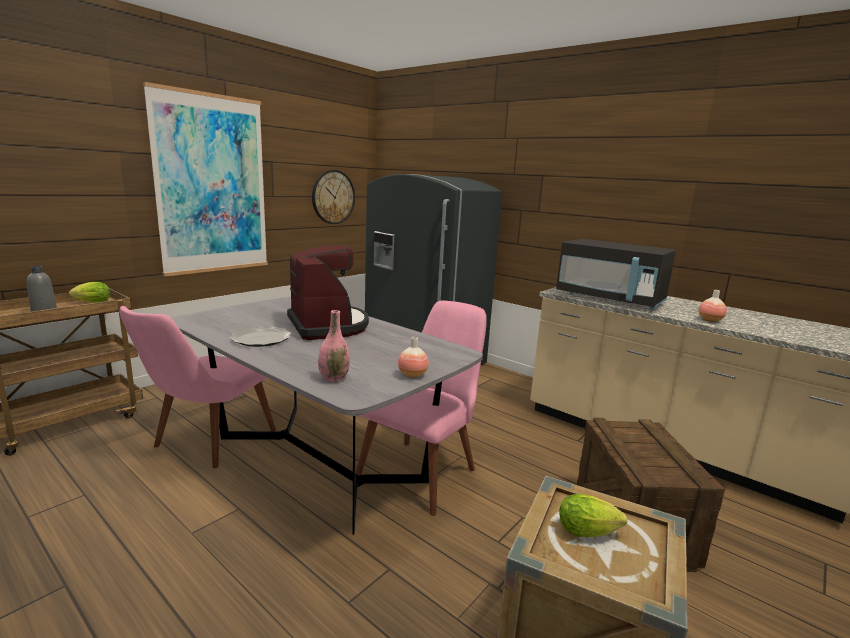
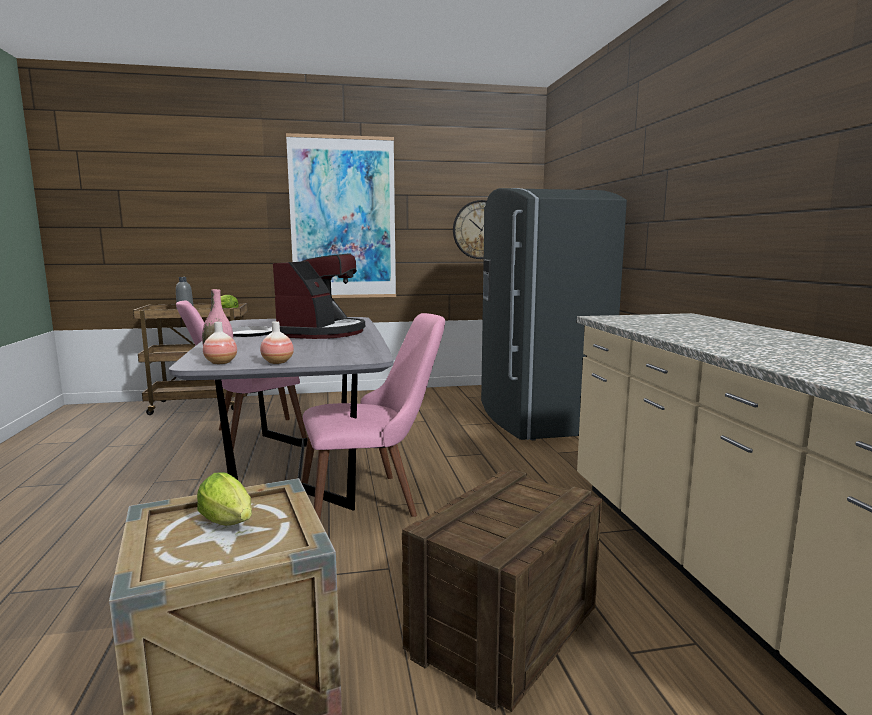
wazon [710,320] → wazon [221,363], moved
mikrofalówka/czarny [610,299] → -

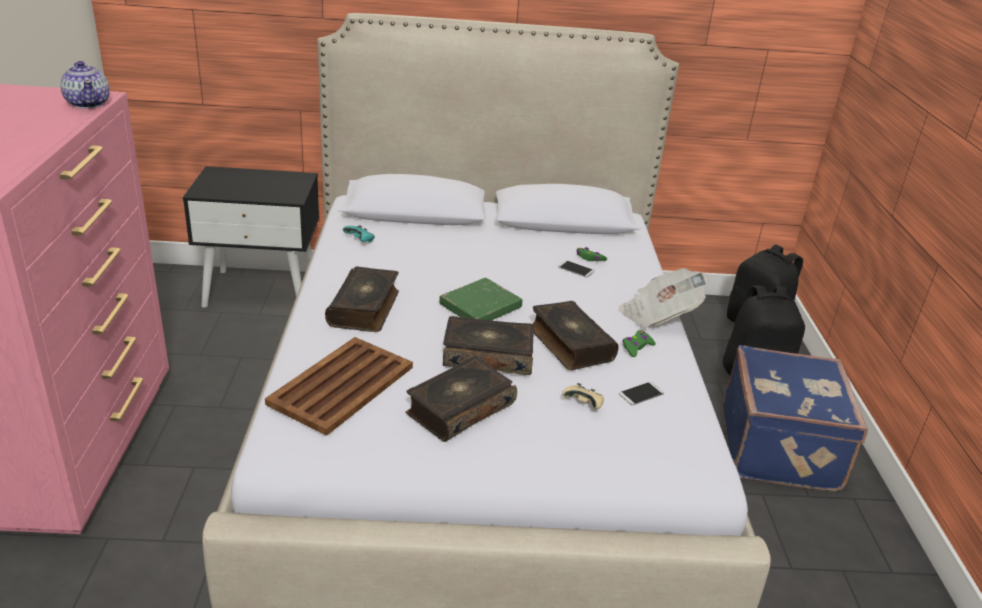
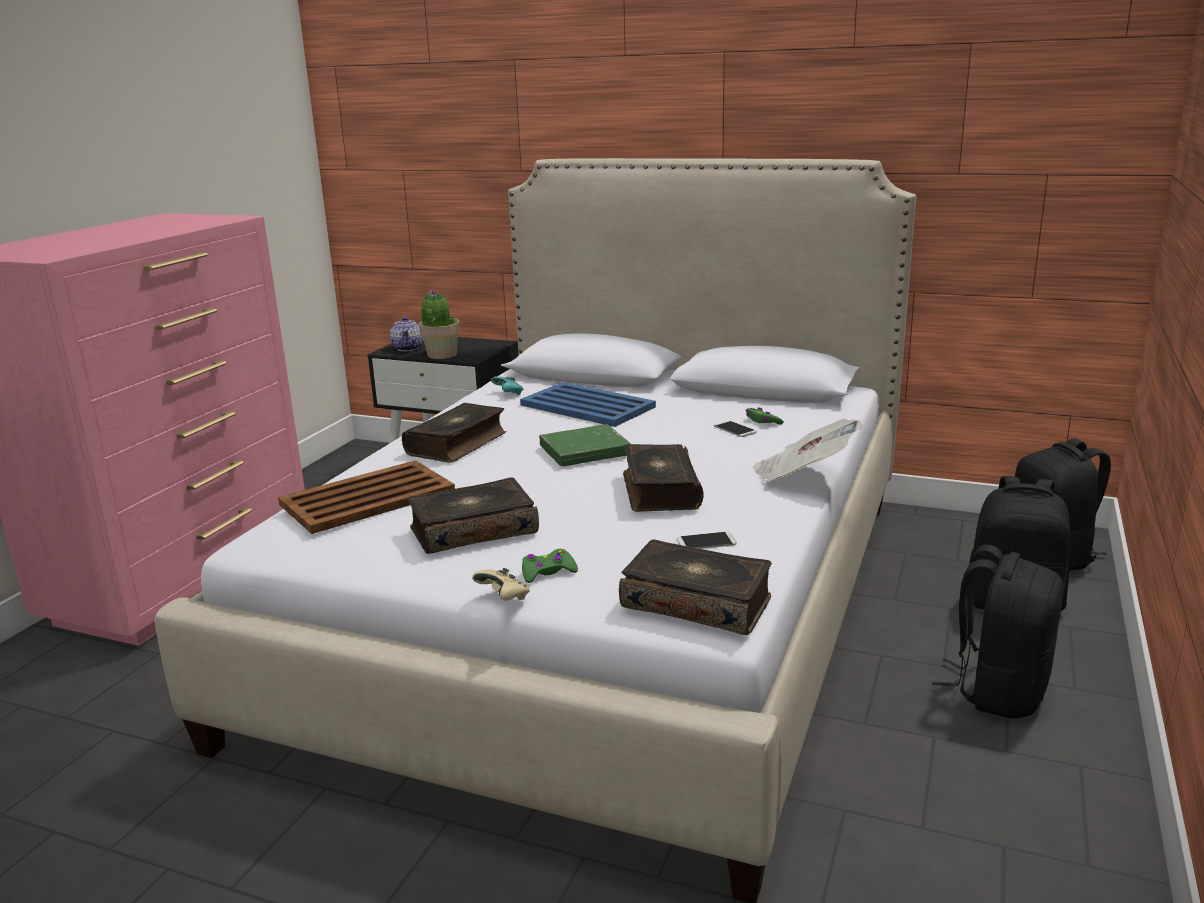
imbryk [88,103] → imbryk [408,348], moved
- → roślina doniczkowa [441,355]
pad do gier/beżowy [583,405] → pad do gier/beżowy [504,598], moved
- → taca/niebieski [586,406]
pad do gier/zielony [636,347] → pad do gier/zielony [547,572], moved
książka [488,356] → książka [697,602], moved
walizka/niebieski [780,448] → plecak/czarny [998,690]

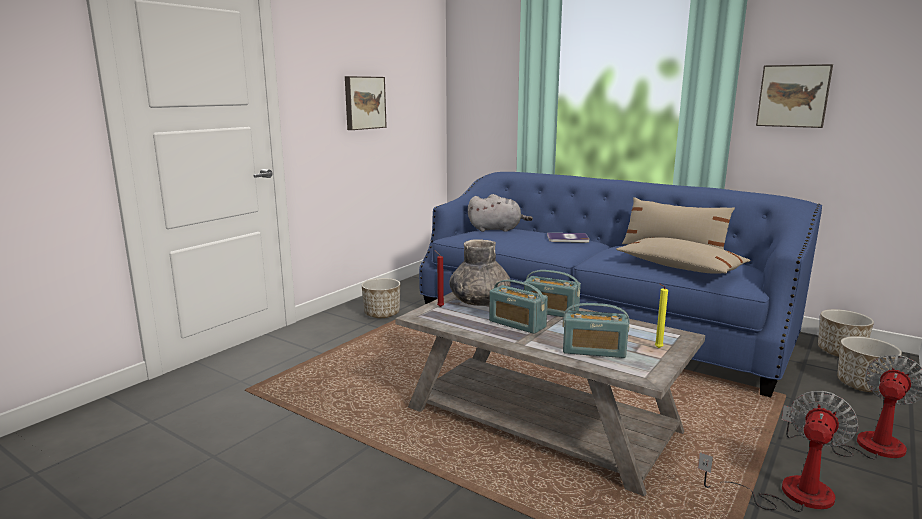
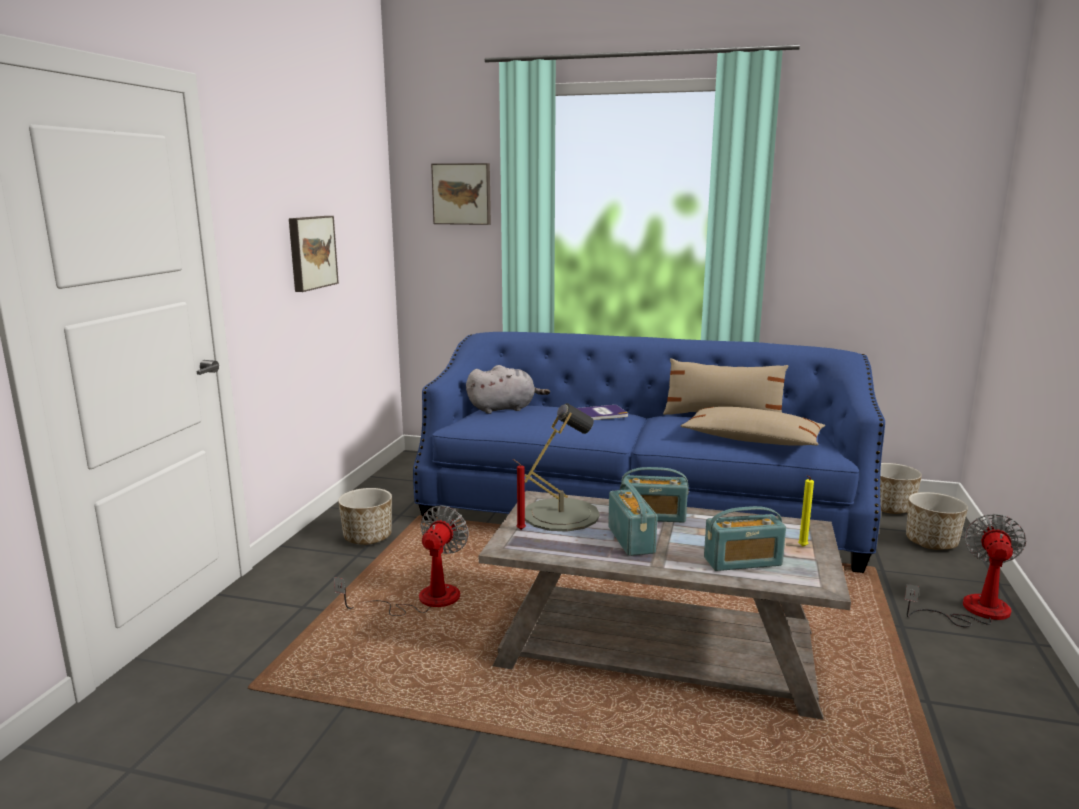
wentylator [789,493] → wentylator [423,600], moved
obraz [793,96] → obraz [462,194], moved
wazon/szary [479,301] → lampa stołowa/szary [561,514]
radio [517,324] → radio [631,540], 120 degrees counterclockwise

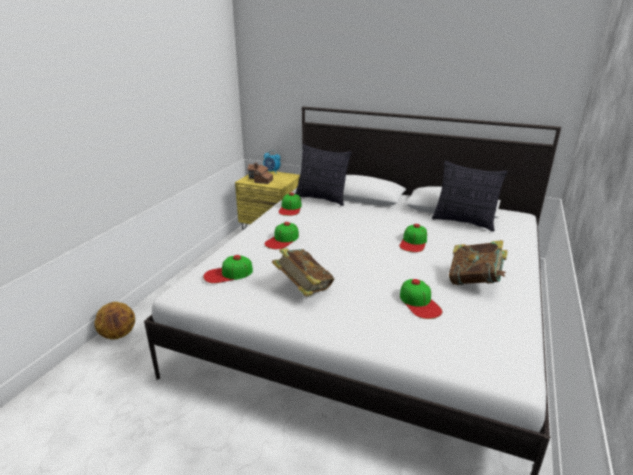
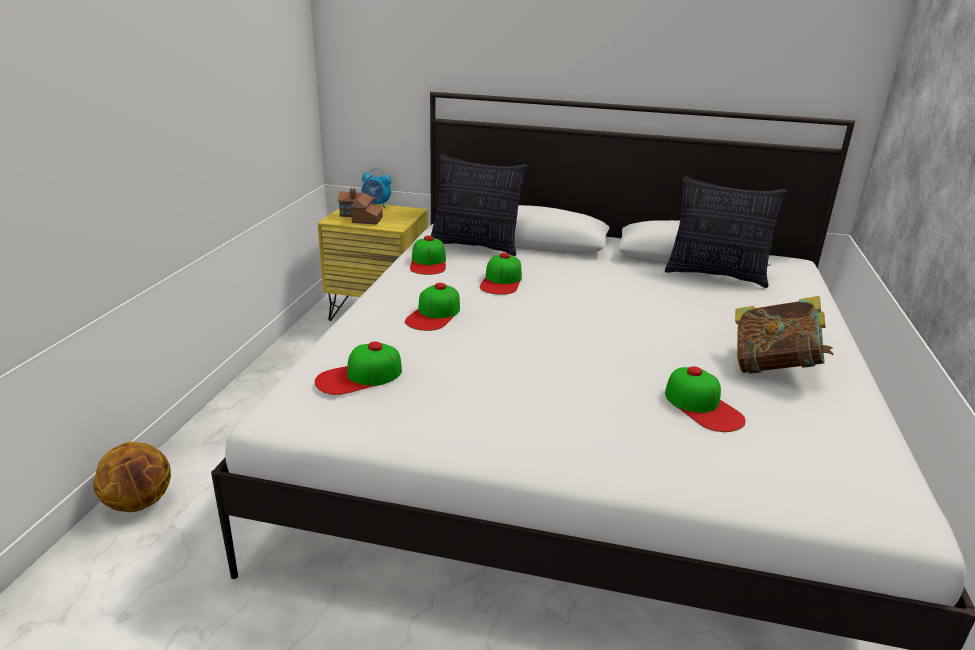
czapka z daszkiem [413,242] → czapka z daszkiem [501,281], moved
książka [304,289] → -

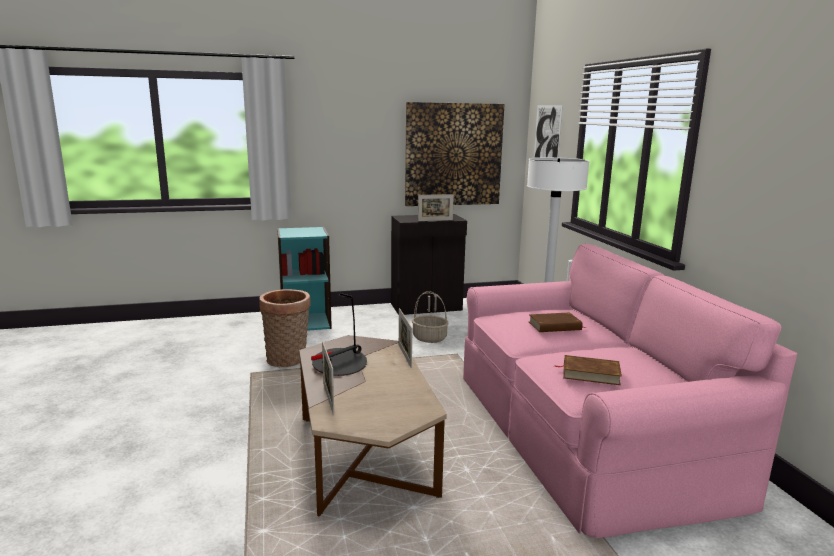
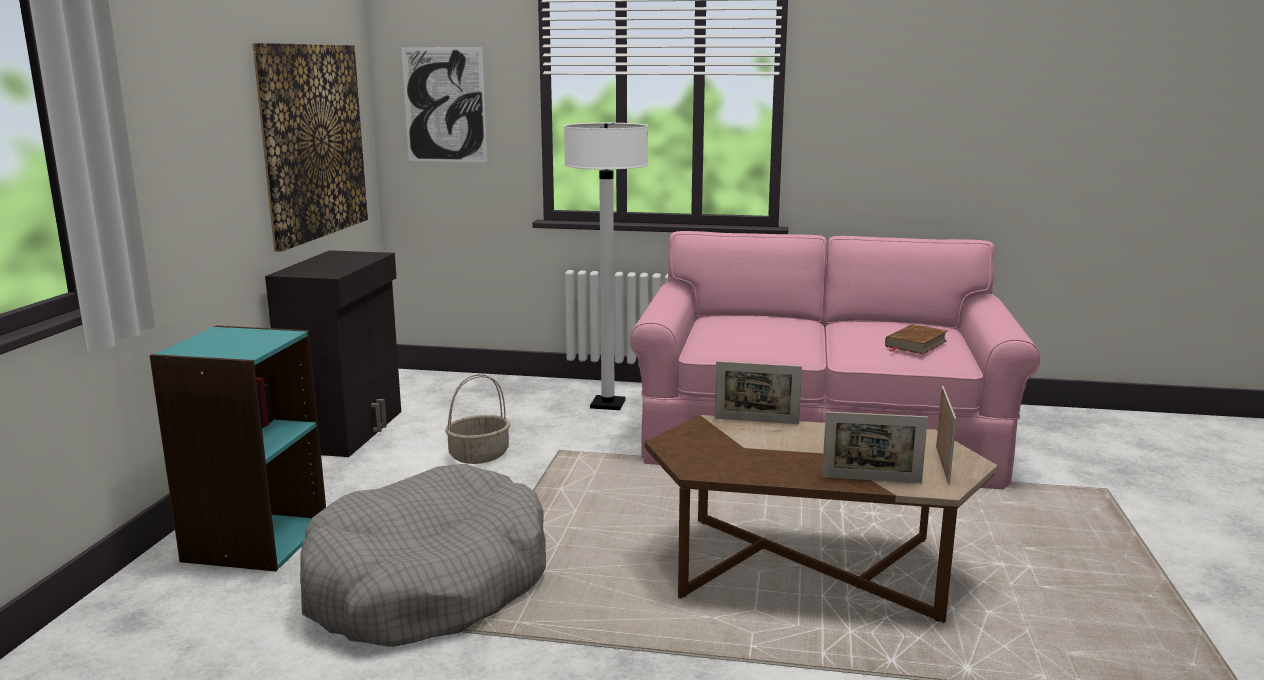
koszyk [288,360] → legowisko/szary [427,584]
ramka na zdjęcie [435,220] → ramka na zdjęcie [942,464], moved
lampa stołowa [339,364] → -
książka/brązowy [555,326] → -

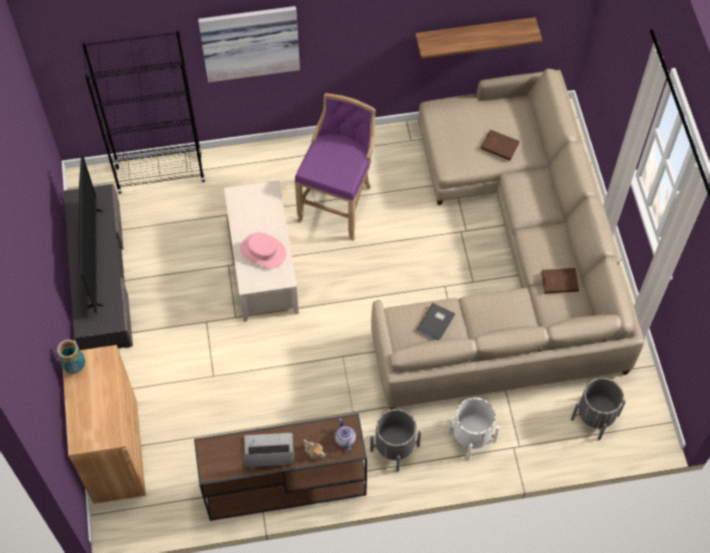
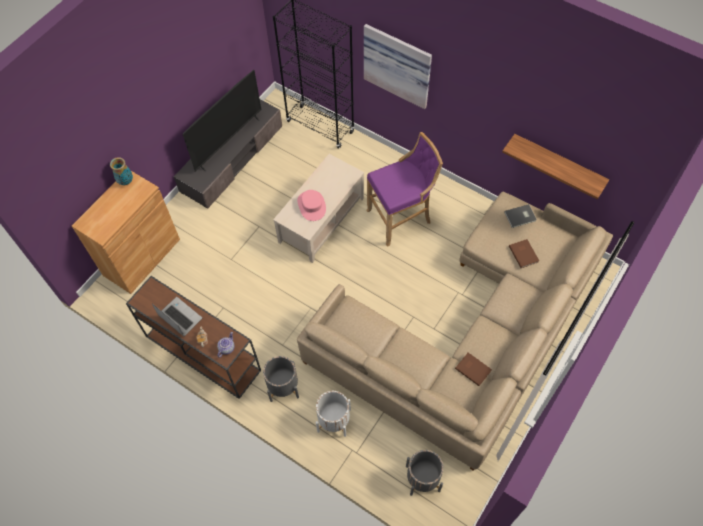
książka/szary [436,323] → książka/szary [520,217], moved

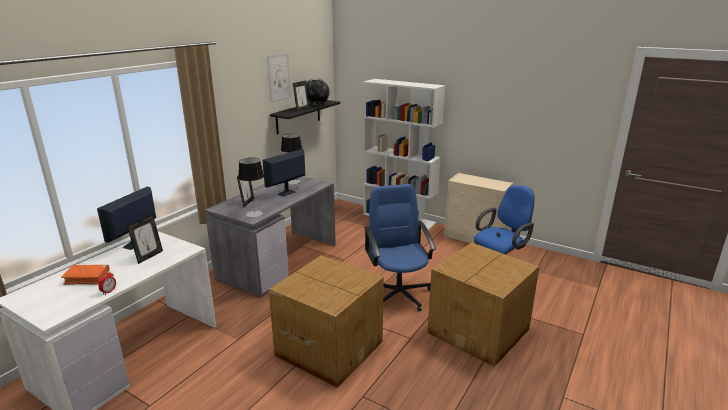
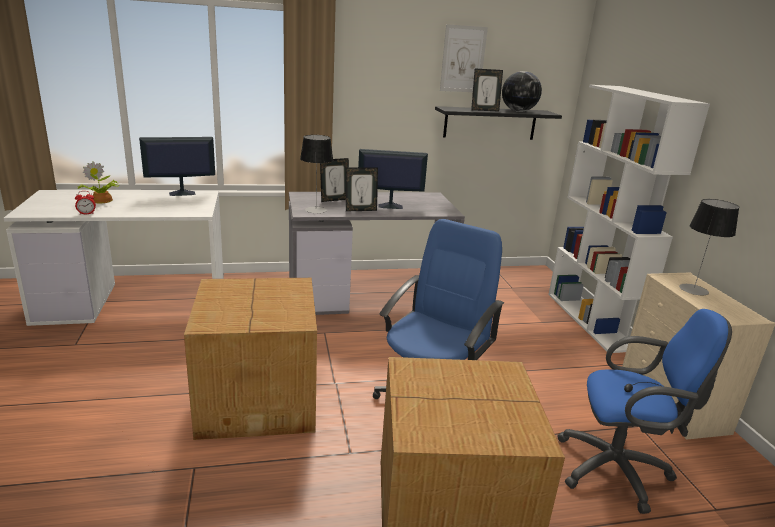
książka/pomarańczowy [87,278] → roślina doniczkowa [101,200]
ramka na zdjęcie [149,256] → ramka na zdjęcie [360,210], moved
lampa stołowa [293,182] → lampa stołowa [693,289], moved

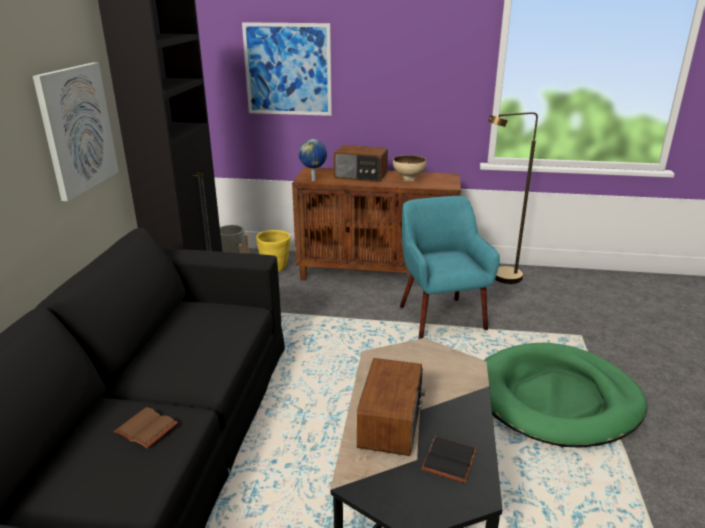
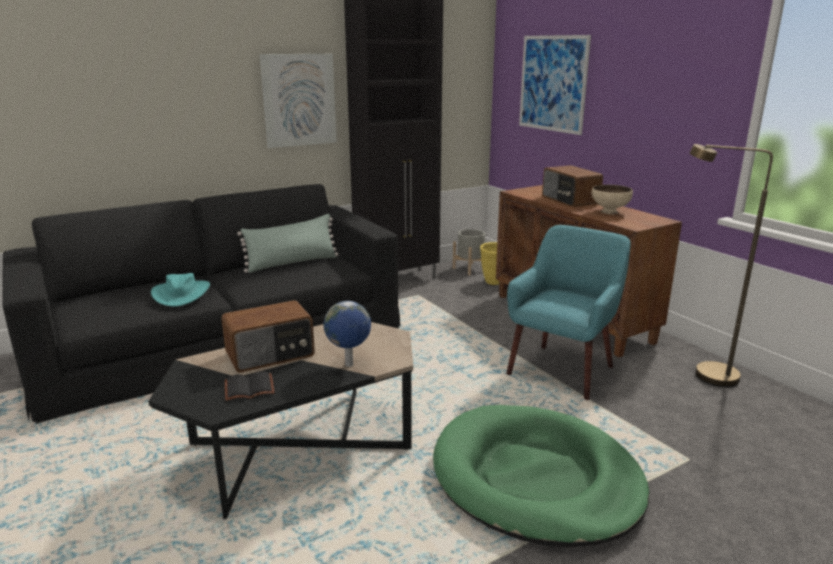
książka/brązowy [144,429] → kapelusz/turkusowy [181,294]
- → poduszka/zielony [292,263]
globus [314,180] → globus [349,365], moved

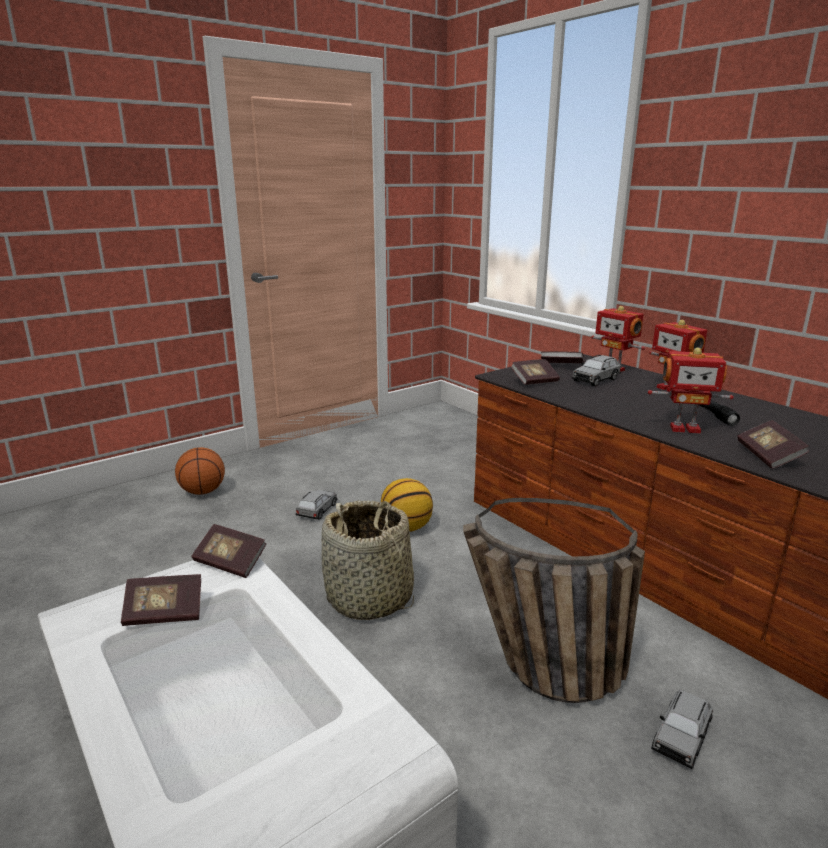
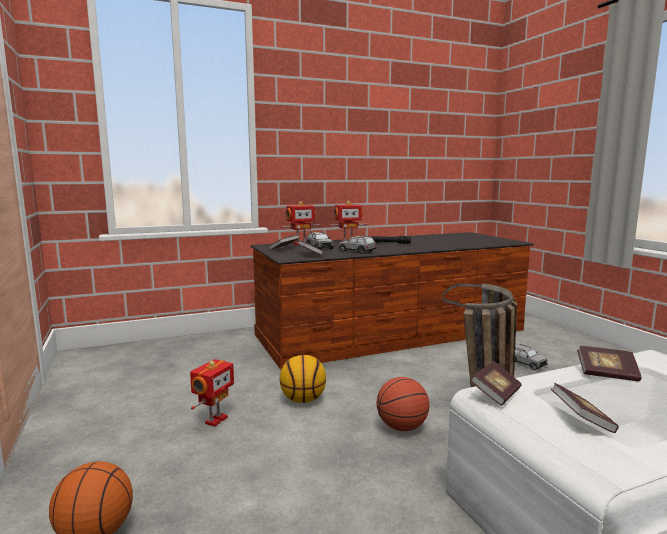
robot zabawkowy [684,428] → robot zabawkowy [215,420], moved
samochodzik/szary [317,511] → samochodzik/szary [357,251], moved
koszyk [370,598] → piłka do koszykówki [402,427]
książka [768,456] → książka [607,374], moved

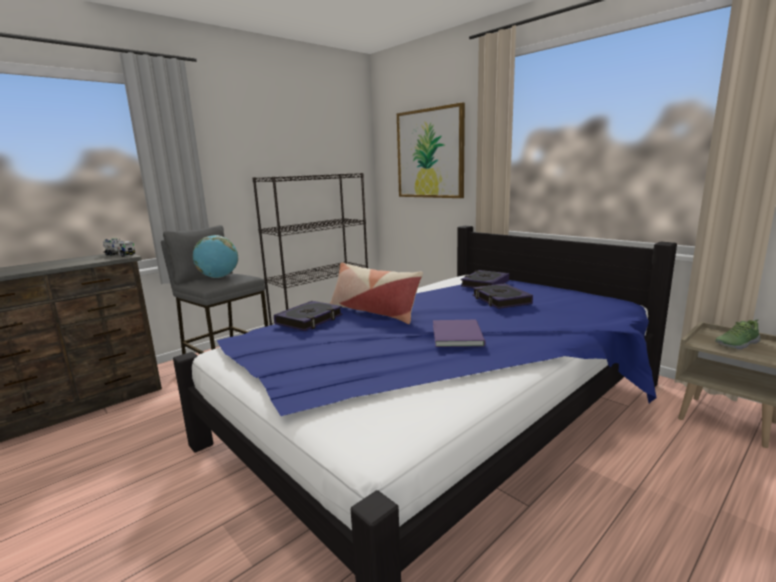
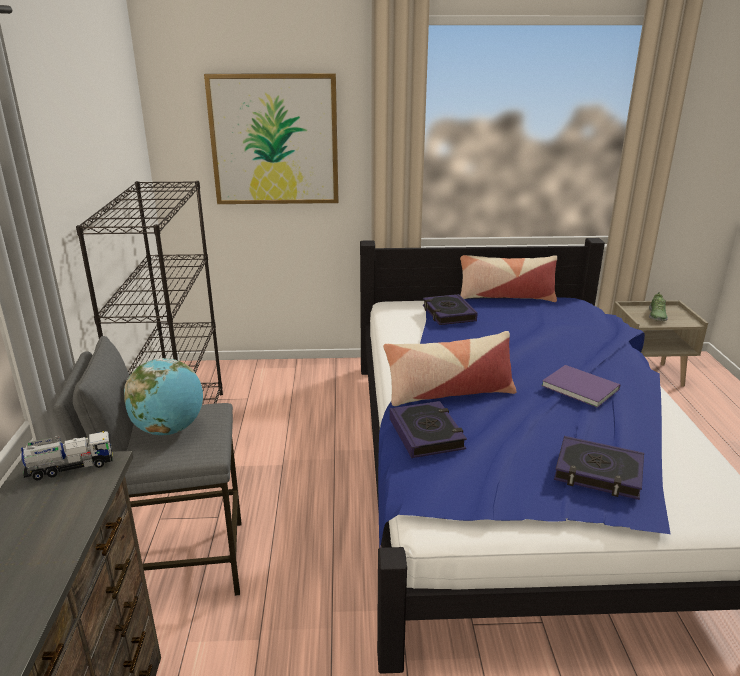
- → poduszka [506,296]
książka [501,300] → książka [598,473], moved

